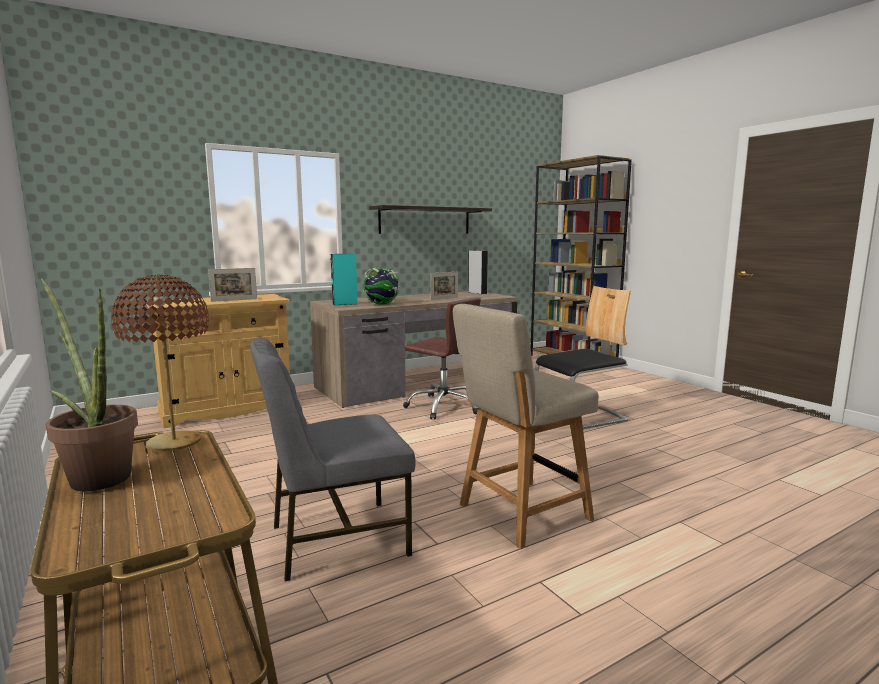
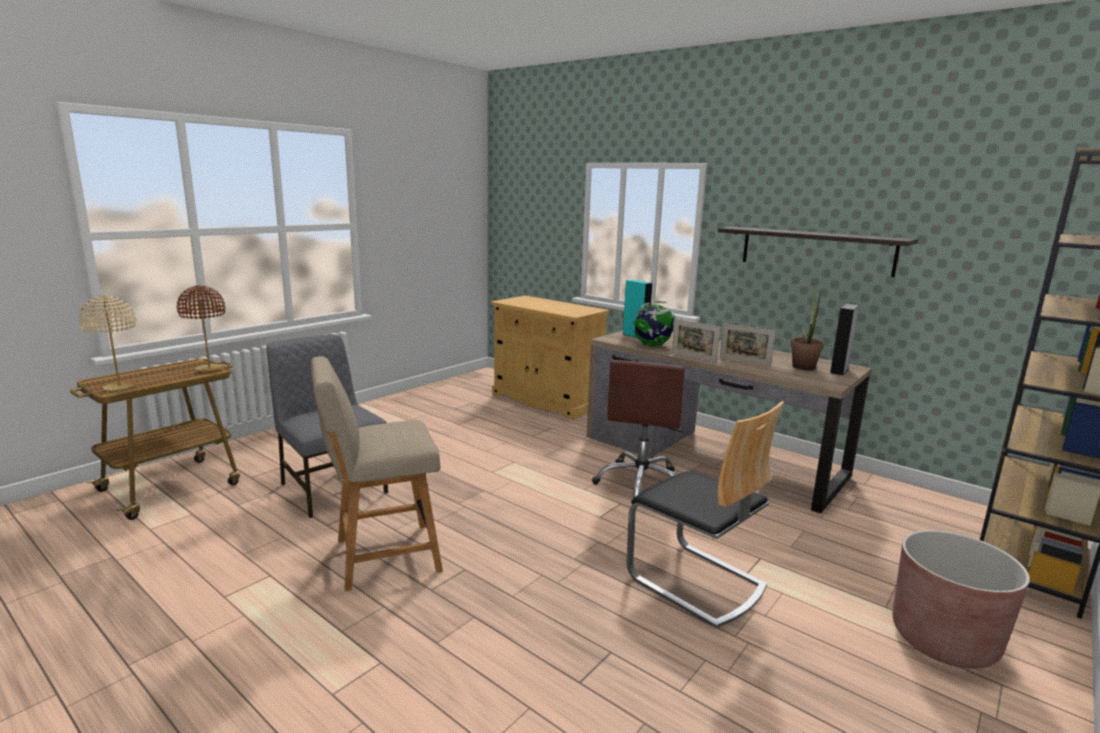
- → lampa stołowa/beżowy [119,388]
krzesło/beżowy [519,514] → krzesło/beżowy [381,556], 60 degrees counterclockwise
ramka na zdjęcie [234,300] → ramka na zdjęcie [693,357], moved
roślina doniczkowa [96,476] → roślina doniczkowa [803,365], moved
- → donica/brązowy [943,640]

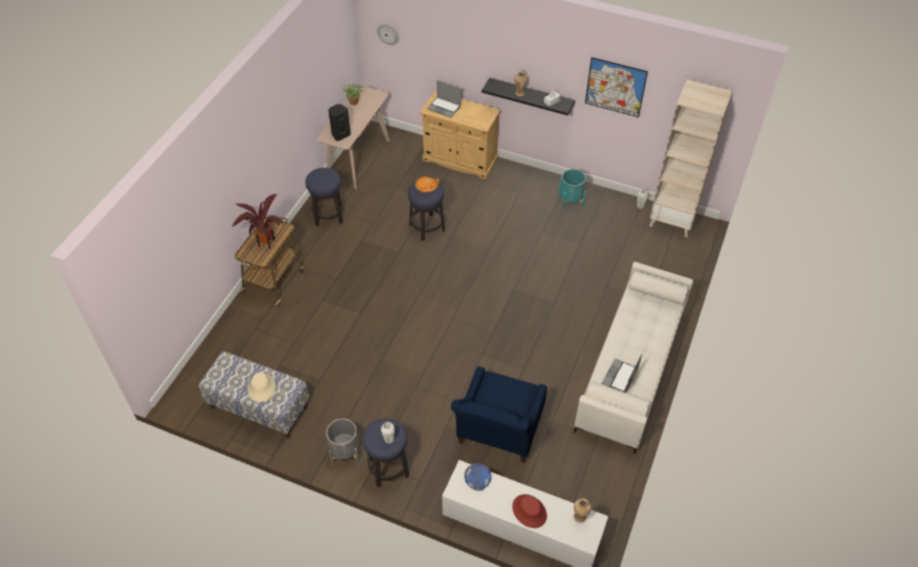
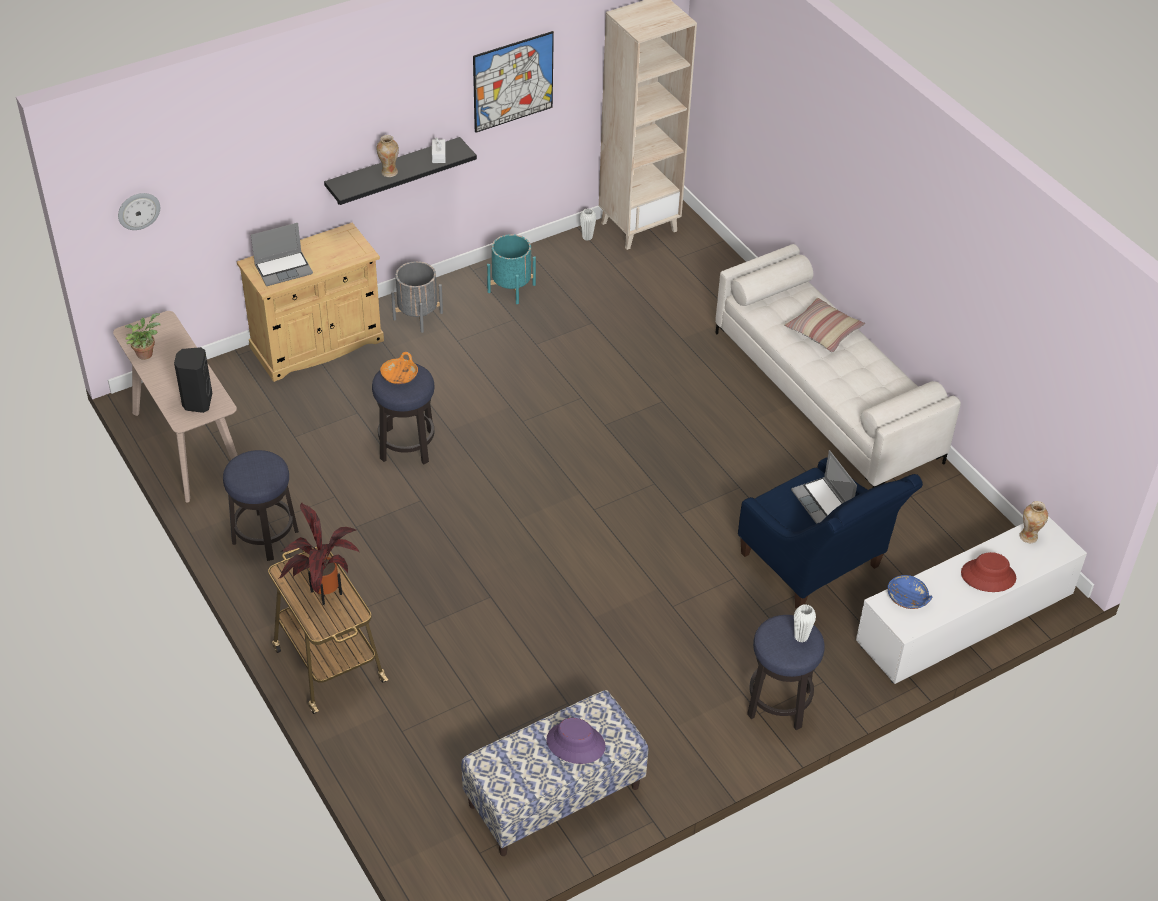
donica/szary [345,452] → donica/szary [418,316], moved
kapelusz/beżowy [261,388] → kapelusz/fioletowy [575,743]
- → poduszka [823,331]
laptop [620,377] → laptop [822,503], moved

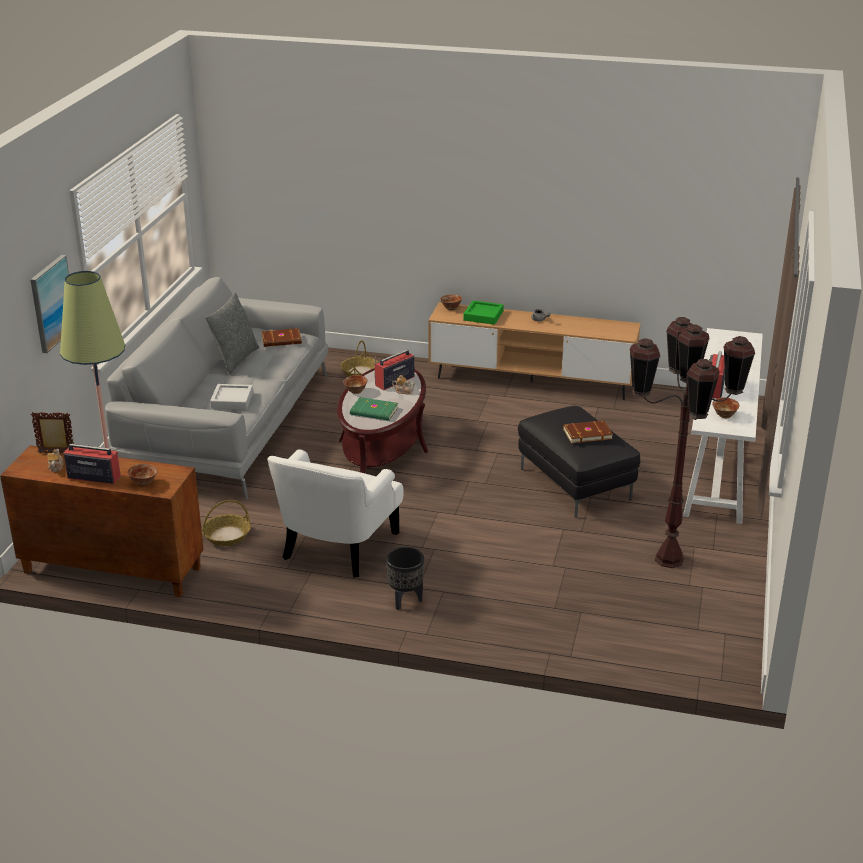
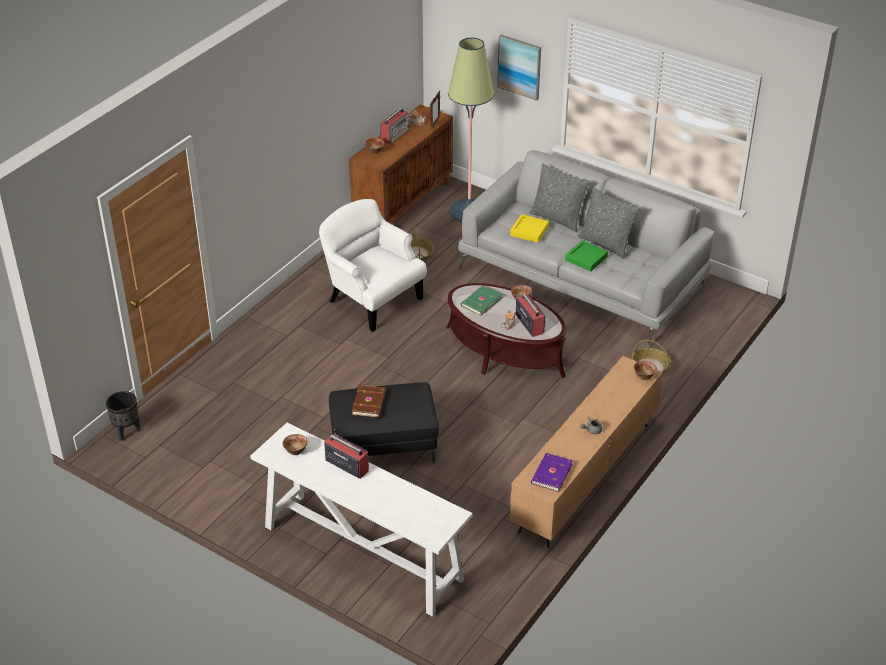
donica/czarny [406,601] → donica/czarny [127,432], moved
taca/szary [232,400] → taca/żółty [529,231]
- → poduszka/szary [557,218]
- → książka/fioletowy [551,474]
taca/zielony [483,316] → taca/zielony [586,258], moved
książka/brązowy [282,340] → -
lampa stojąca/brązowy [670,559] → -

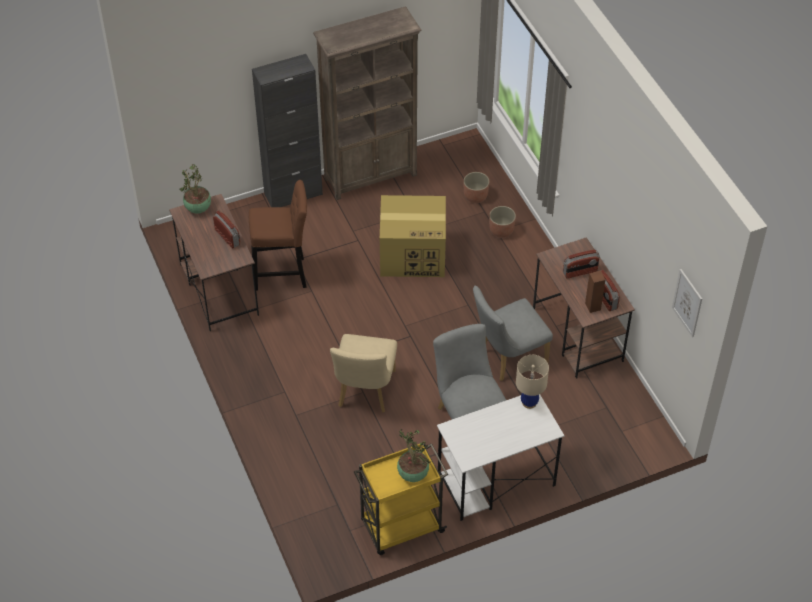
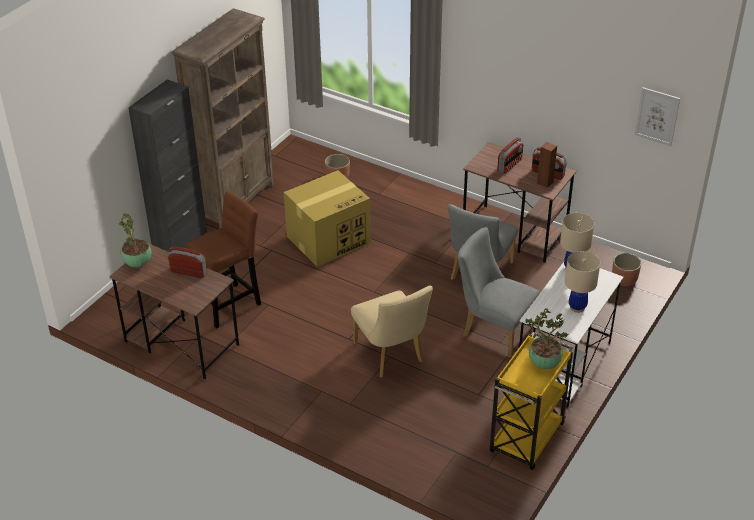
- → lampa stołowa/beżowy [577,307]
donica [501,231] → donica [624,280], moved

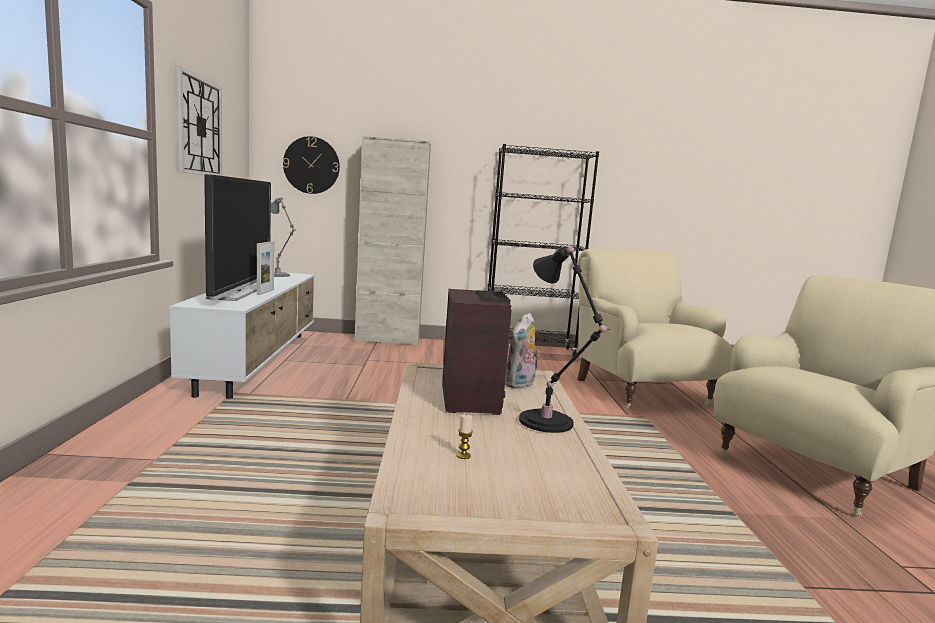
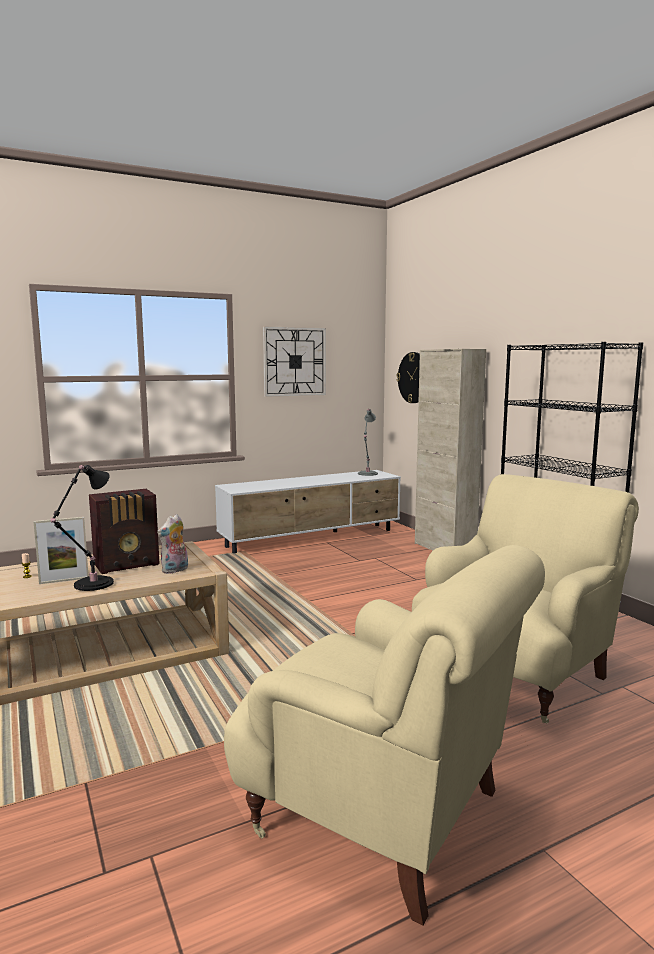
ramka na zdjęcie [265,292] → ramka na zdjęcie [64,580], moved
pluszak [520,385] → pluszak [175,570], 60 degrees counterclockwise
telewizor [237,293] → -

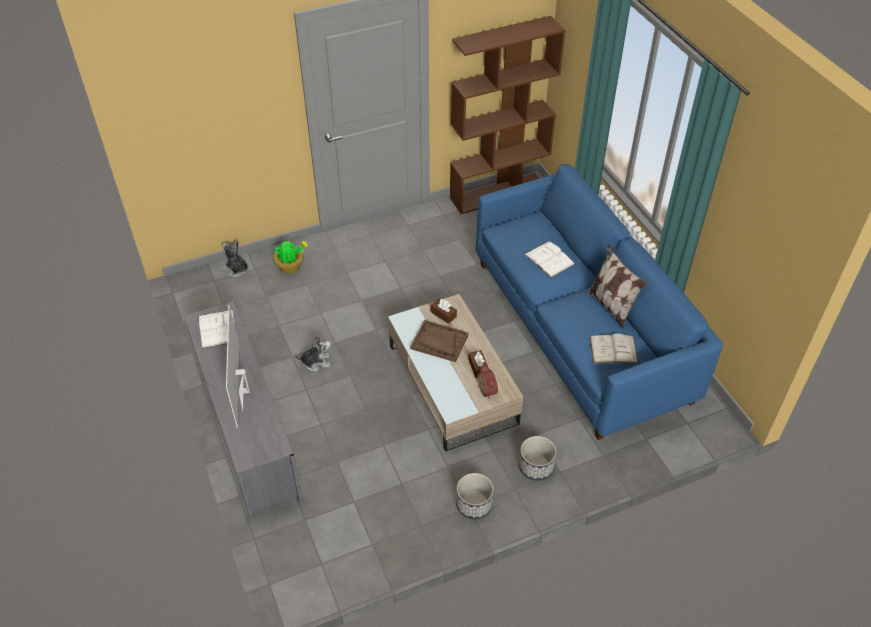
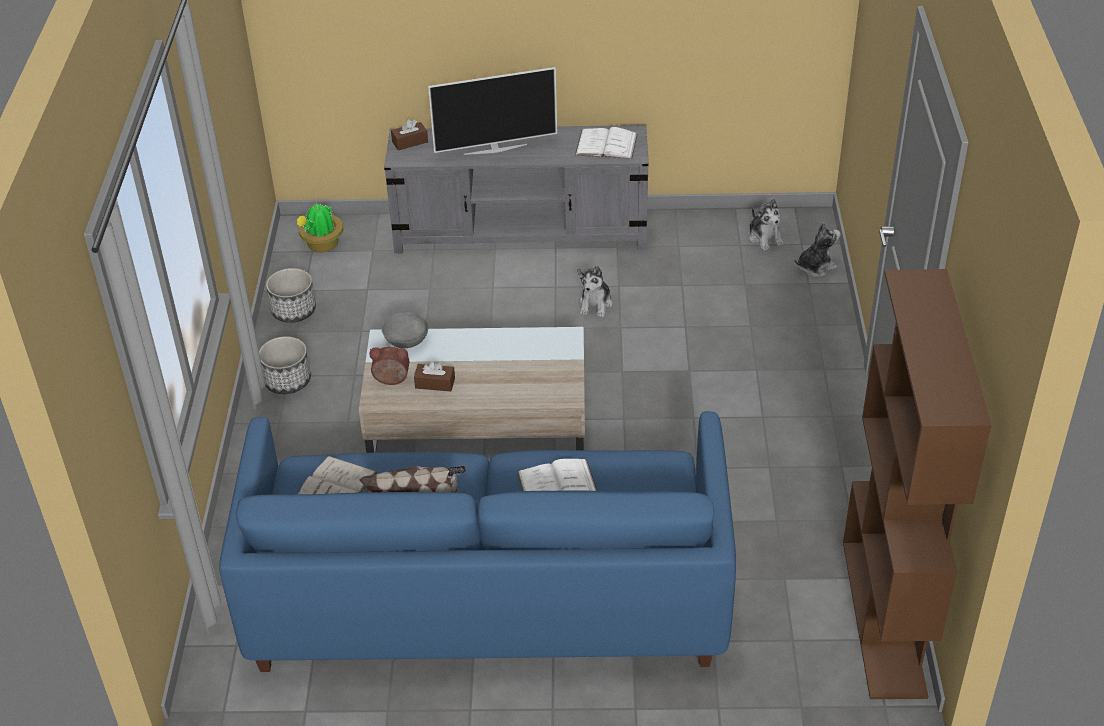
donica [535,467] → donica [294,310], moved
roślina doniczkowa [291,266] → roślina doniczkowa [322,245], moved
- → miska/szary [406,341]
pudełko chusteczek/brązowy [443,314] → pudełko chusteczek/brązowy [410,142], moved
telewizor [244,391] → telewizor [495,149], 150 degrees clockwise
- → pluszak [764,238]
taca/brązowy [439,342] → -

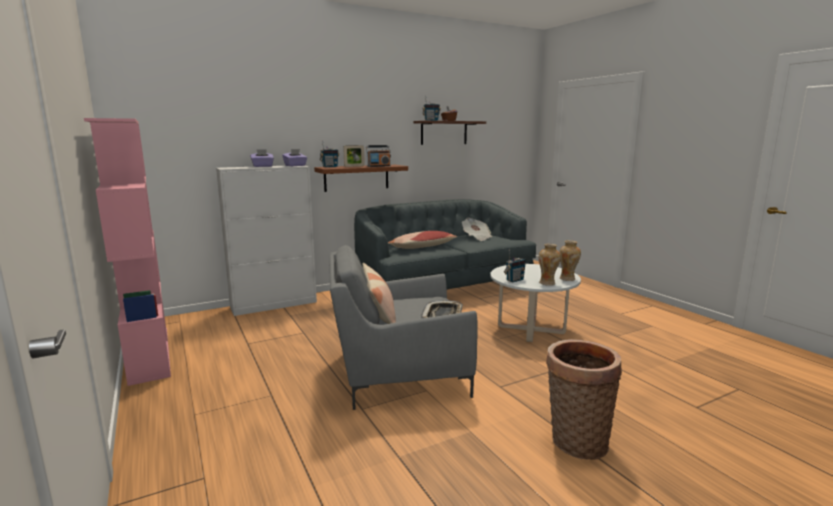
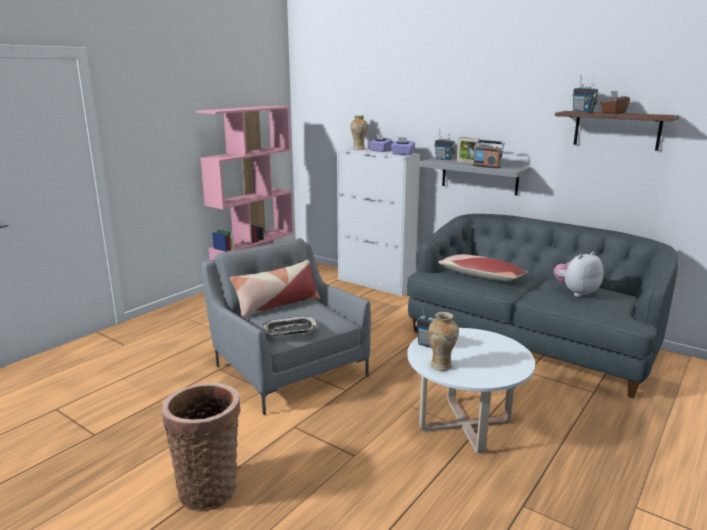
wazon [567,279] → wazon [358,149], moved
półka/brązowy [356,177] → półka/szary [479,176]
gazeta [476,237] → pluszak [576,292]

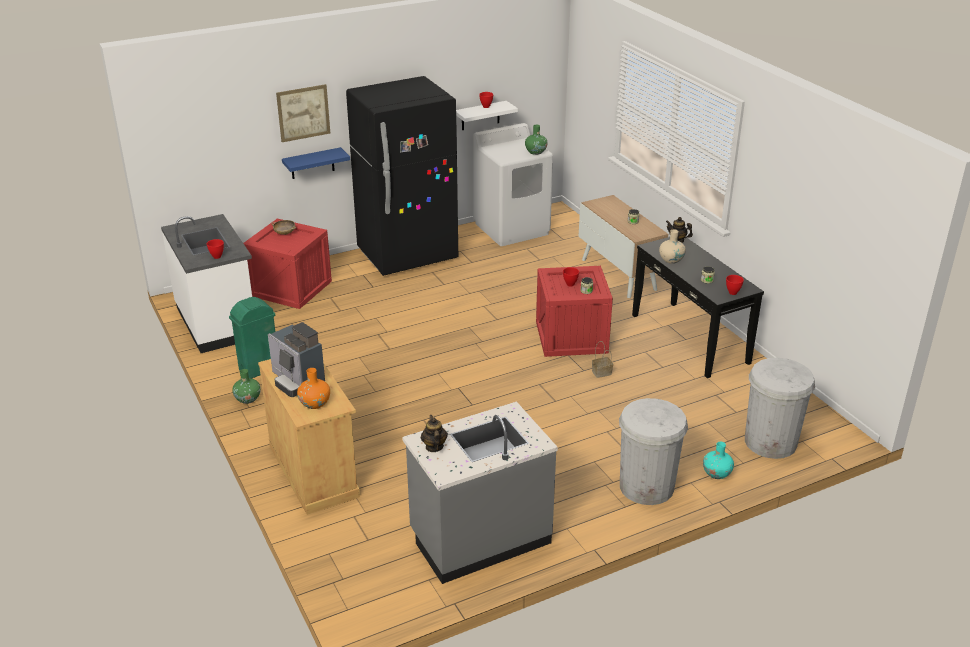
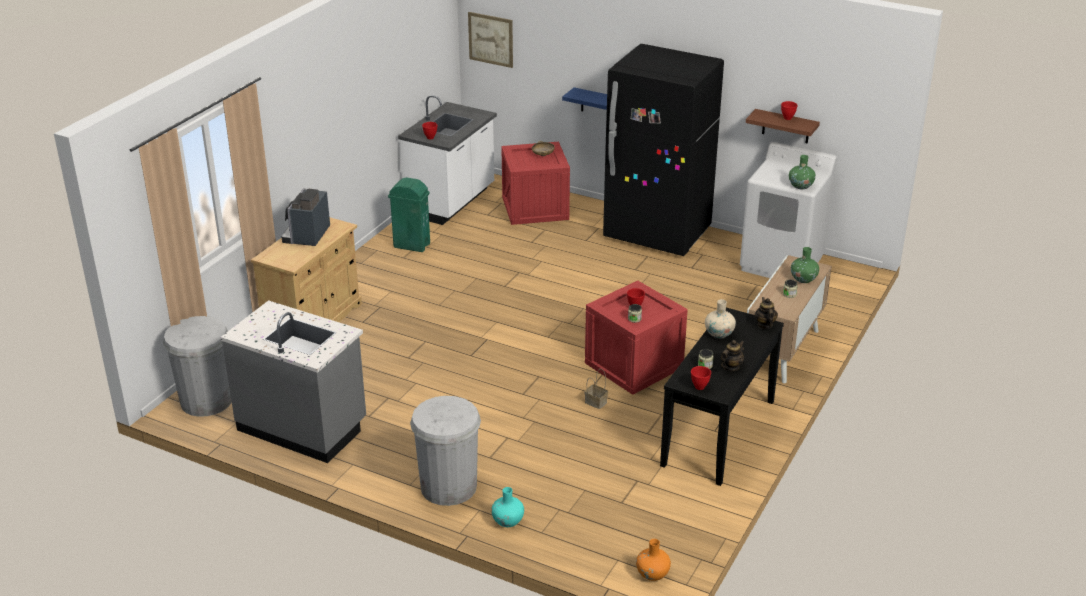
kosz na śmieci/biały [770,442] → kosz na śmieci/biały [206,401], moved
obraz [303,113] → obraz [491,39], moved
wazon/pomarańczowy [315,403] → wazon/pomarańczowy [652,574], moved
imbryk [434,447] → imbryk [731,367], moved
półka/biały [480,115] → półka/brązowy [786,126]
wazon/zielony [248,399] → wazon/zielony [803,279], moved

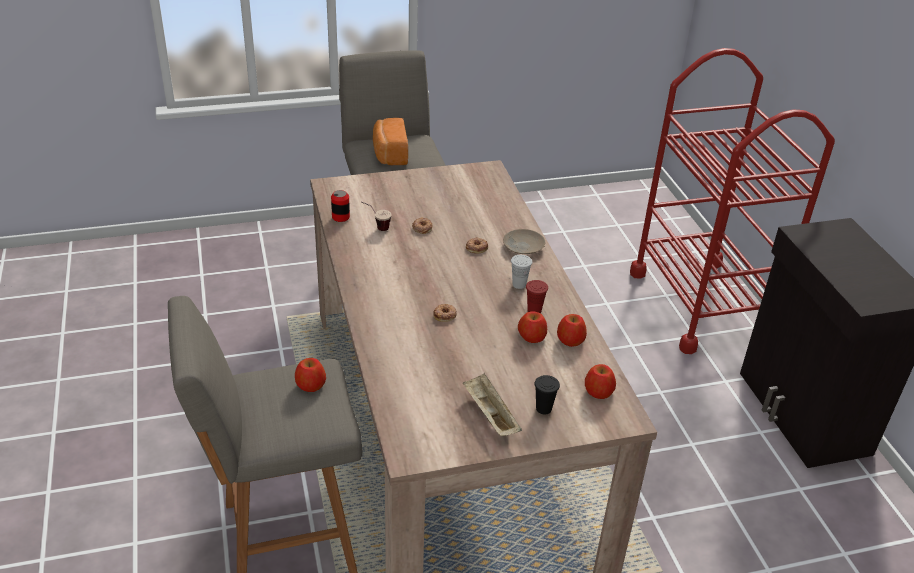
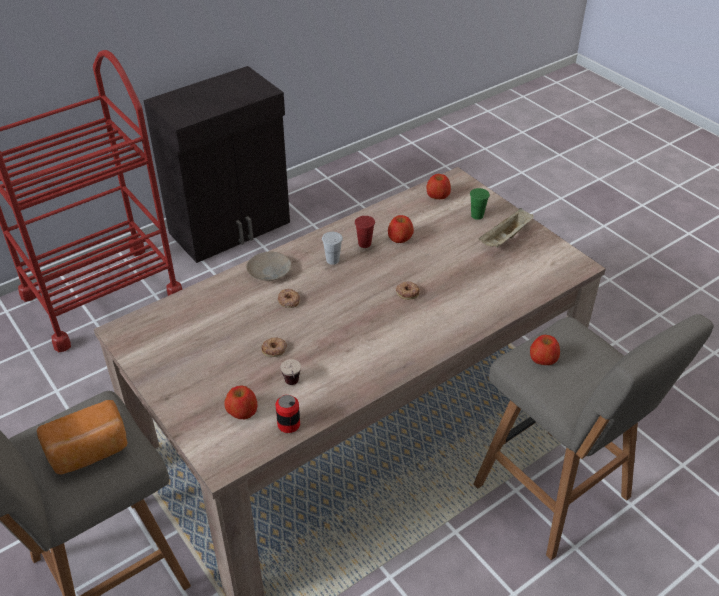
jabłko [570,339] → jabłko [242,411], moved
filiżanka/czarny [543,408] → filiżanka/zielony [477,215]

